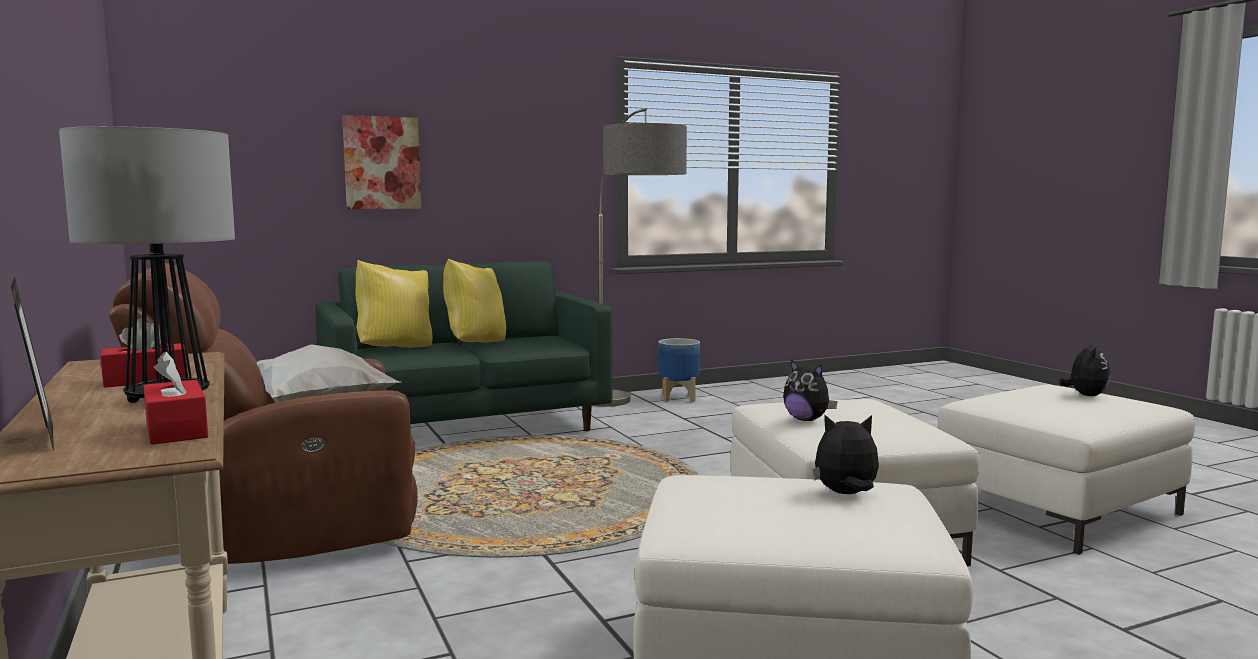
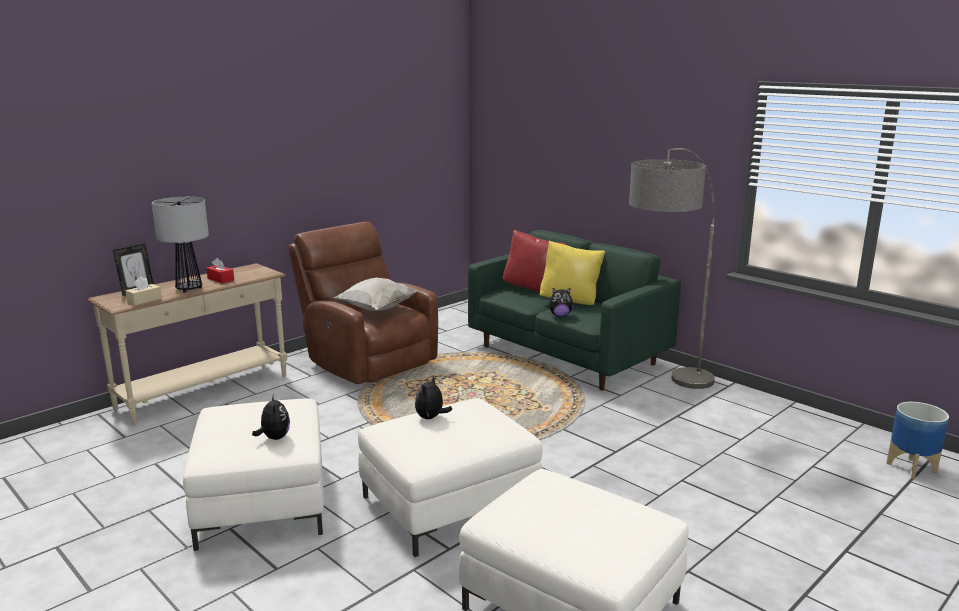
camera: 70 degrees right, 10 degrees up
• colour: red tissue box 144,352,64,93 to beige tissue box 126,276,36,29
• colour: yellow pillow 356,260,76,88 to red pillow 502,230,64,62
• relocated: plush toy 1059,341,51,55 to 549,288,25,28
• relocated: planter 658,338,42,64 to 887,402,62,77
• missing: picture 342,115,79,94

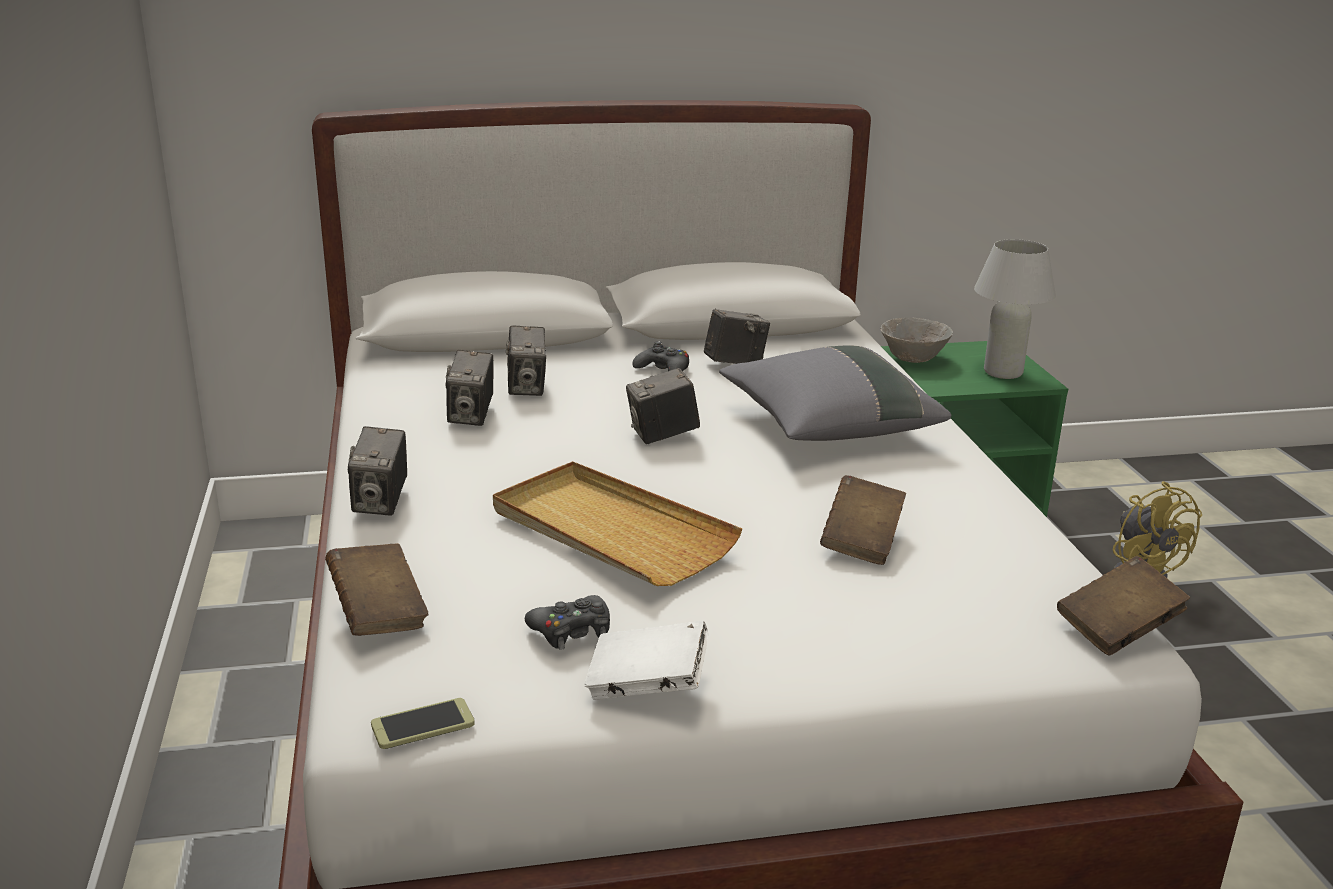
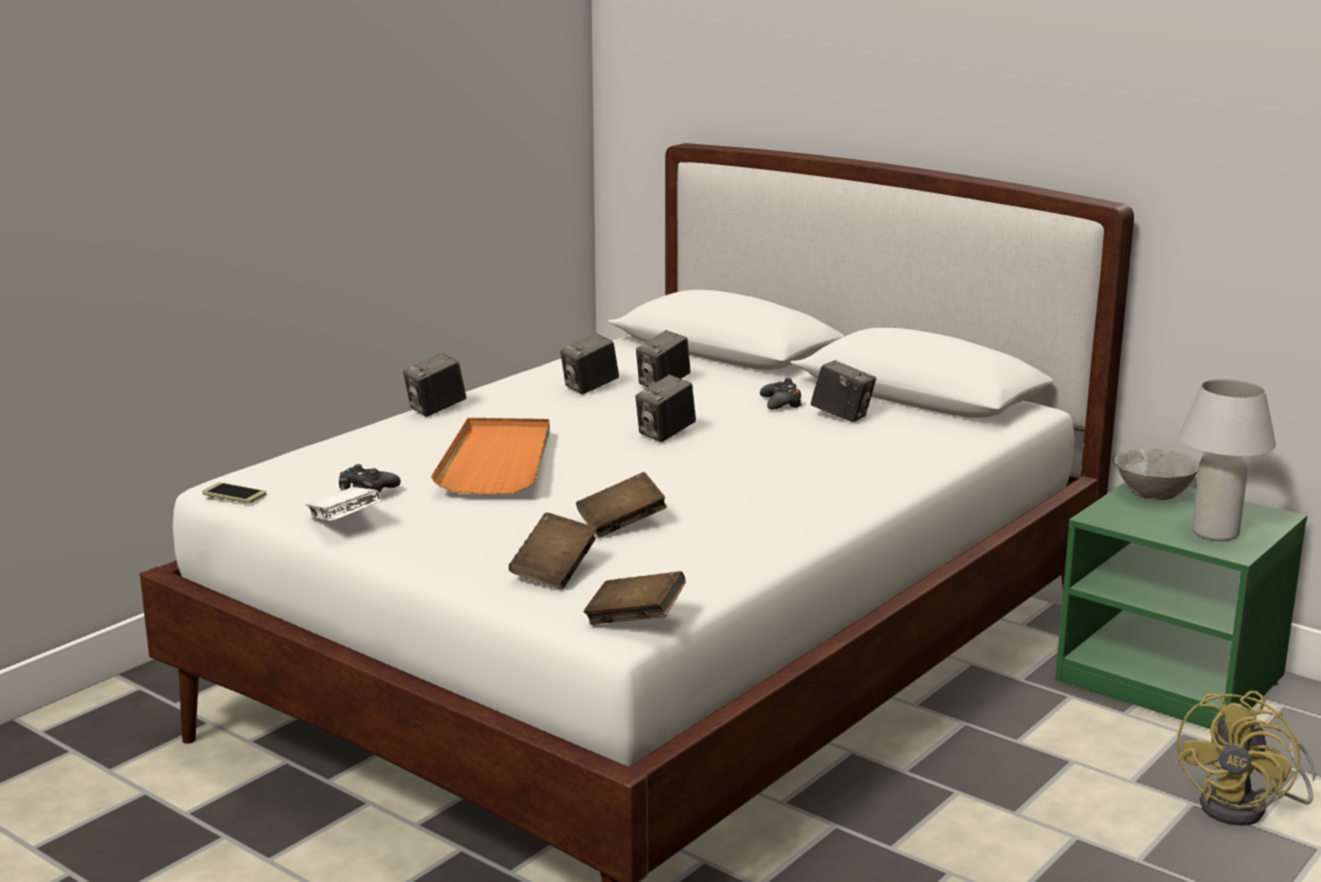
camera: 50 degrees right, 5 degrees down
• colour: beige tray 493,461,249,125 to orange tray 431,418,119,77
• relocated: brown book 325,543,103,93 to 509,513,88,76
• spun: photo camera 626,368,74,76 = 635,374,61,68 75 degrees counterclockwise
• missing: grey pillow 719,346,232,95

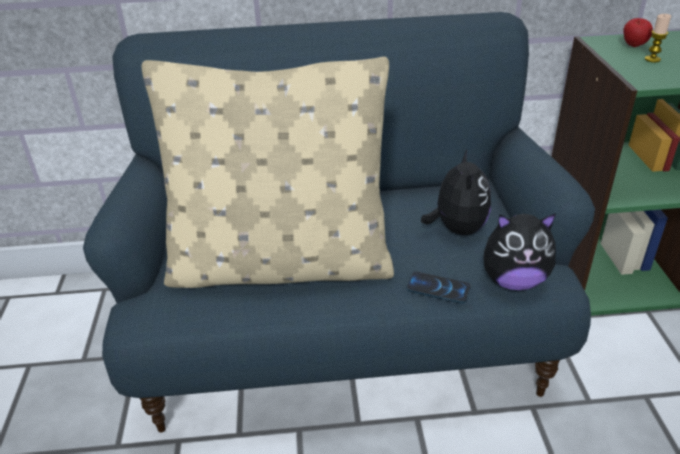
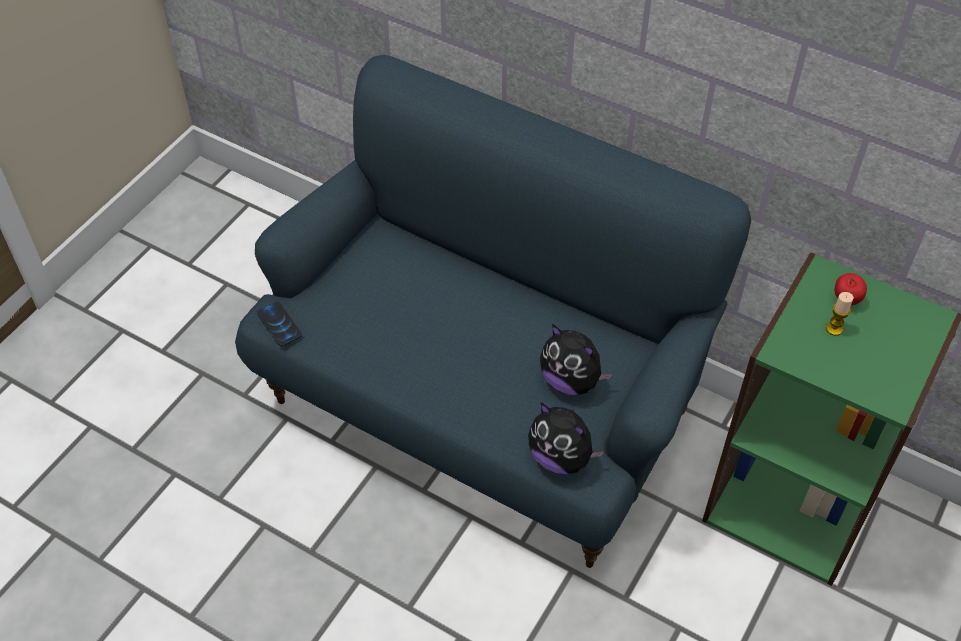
camera: 35 degrees right, 15 degrees up
• relocated: phone 406,271,65,33 to 257,301,45,46
• spun: plush toy 421,148,70,87 = 540,324,73,72 90 degrees clockwise
• missing: beige pillow 141,57,253,231

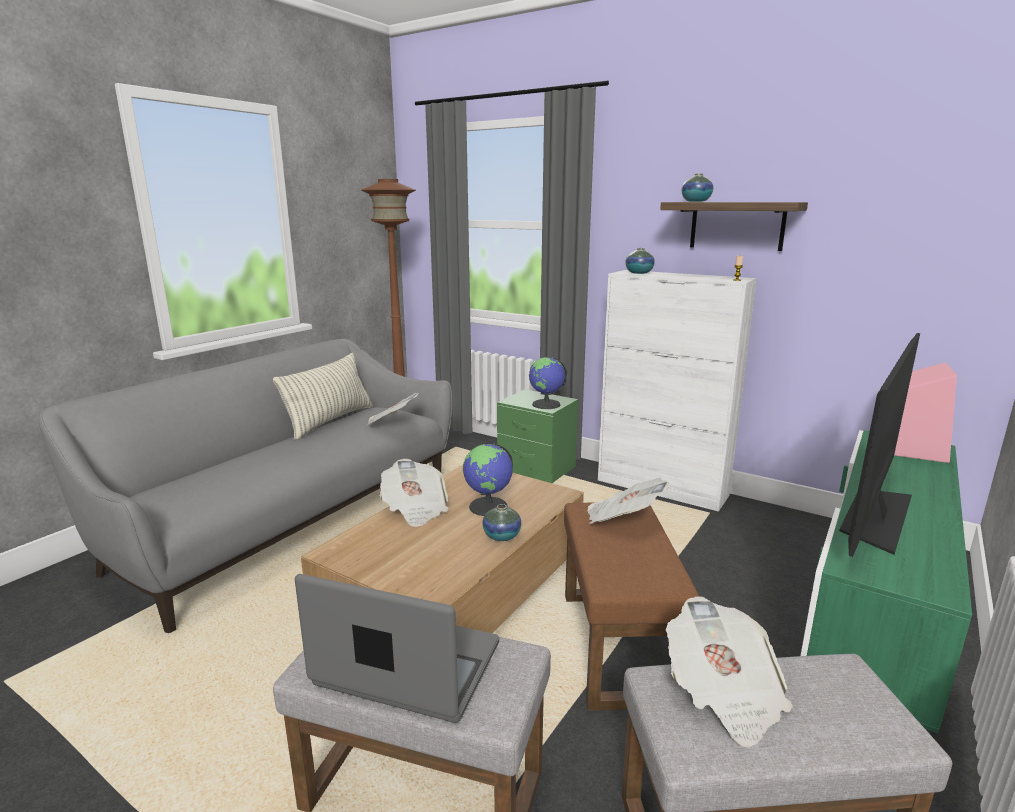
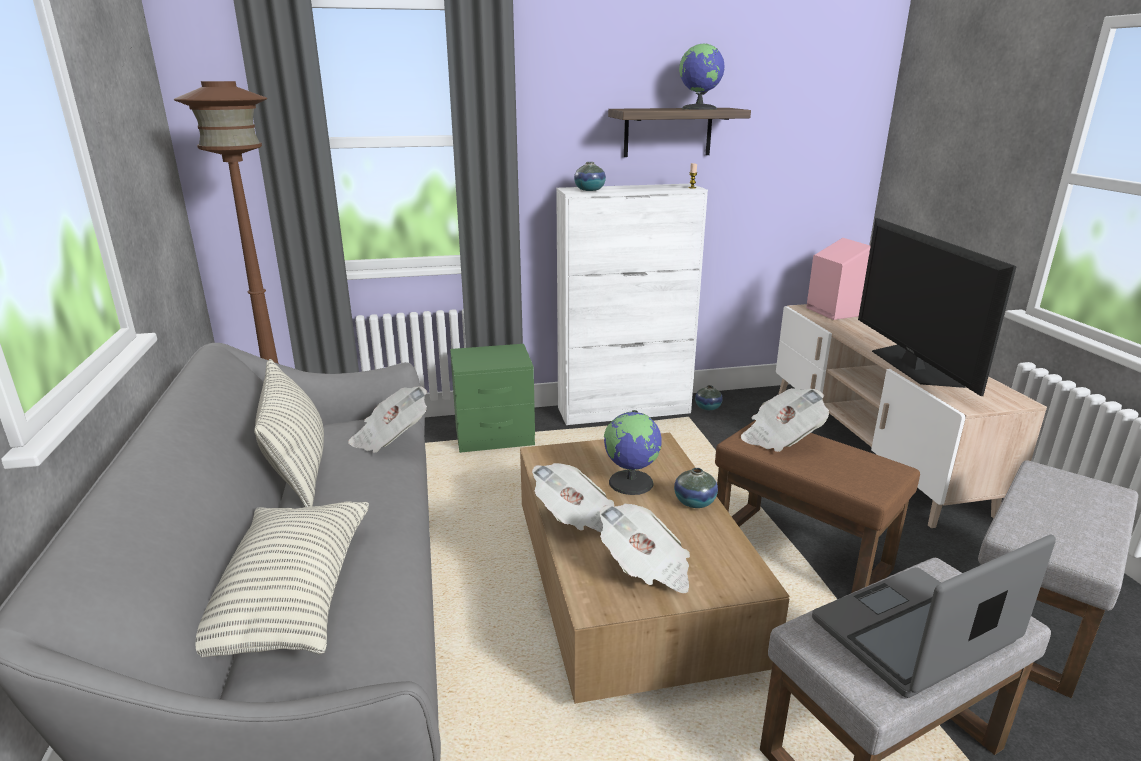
camera: 45 degrees left, 5 degrees up
• appeared: pillow 196,502,173,156
• relocated: newspaper 666,596,127,152 to 600,504,90,89
• relocated: globe 529,357,39,52 to 679,44,45,66
• relocated: vase 681,173,32,29 to 695,385,28,25
• colour: green tv stand 800,430,172,303 to beige tv stand 776,304,271,224

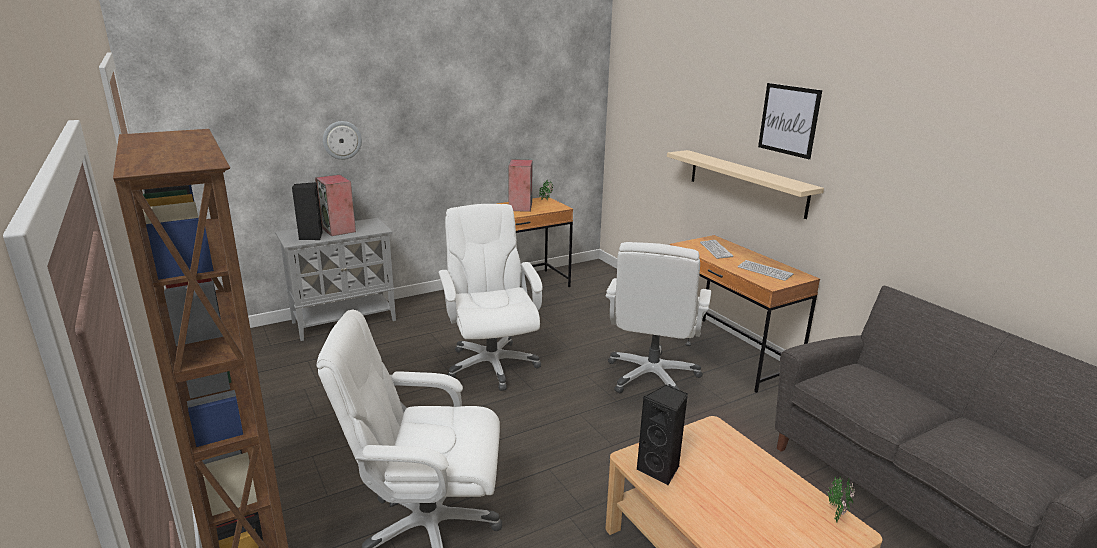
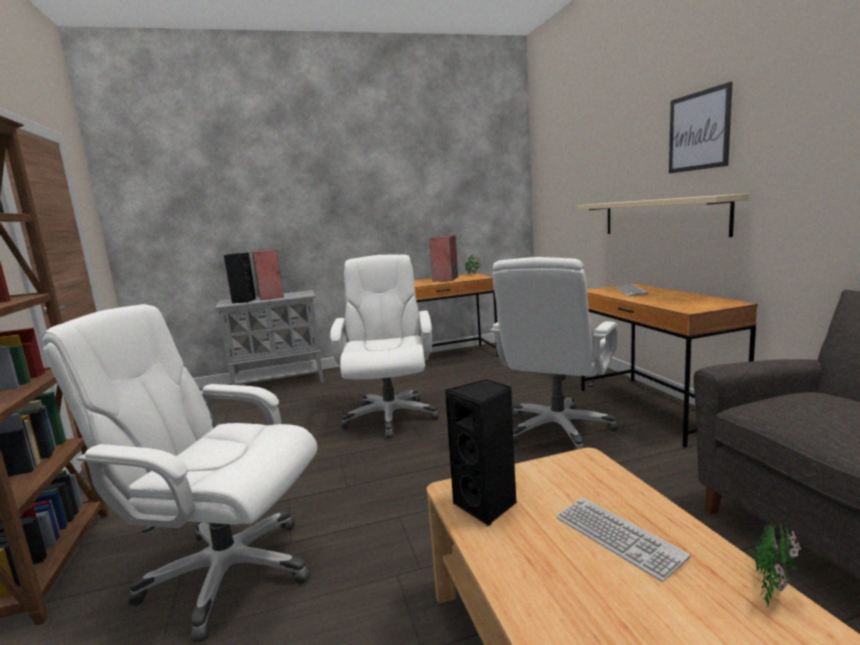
camera: 15 degrees right, 10 degrees down
• relocated: keyboard 738,260,56,21 to 556,498,134,84
• missing: wall clock 323,121,39,39

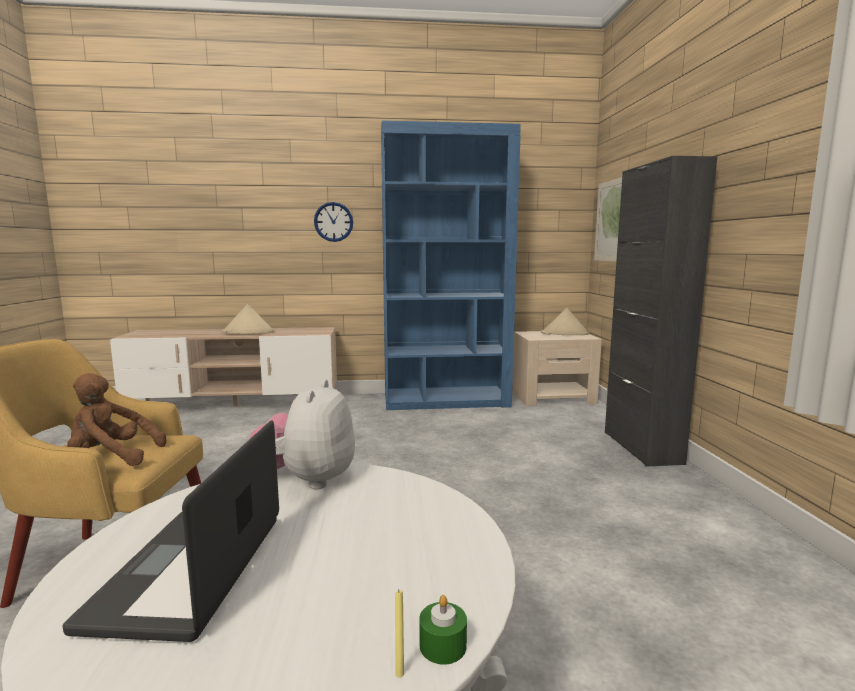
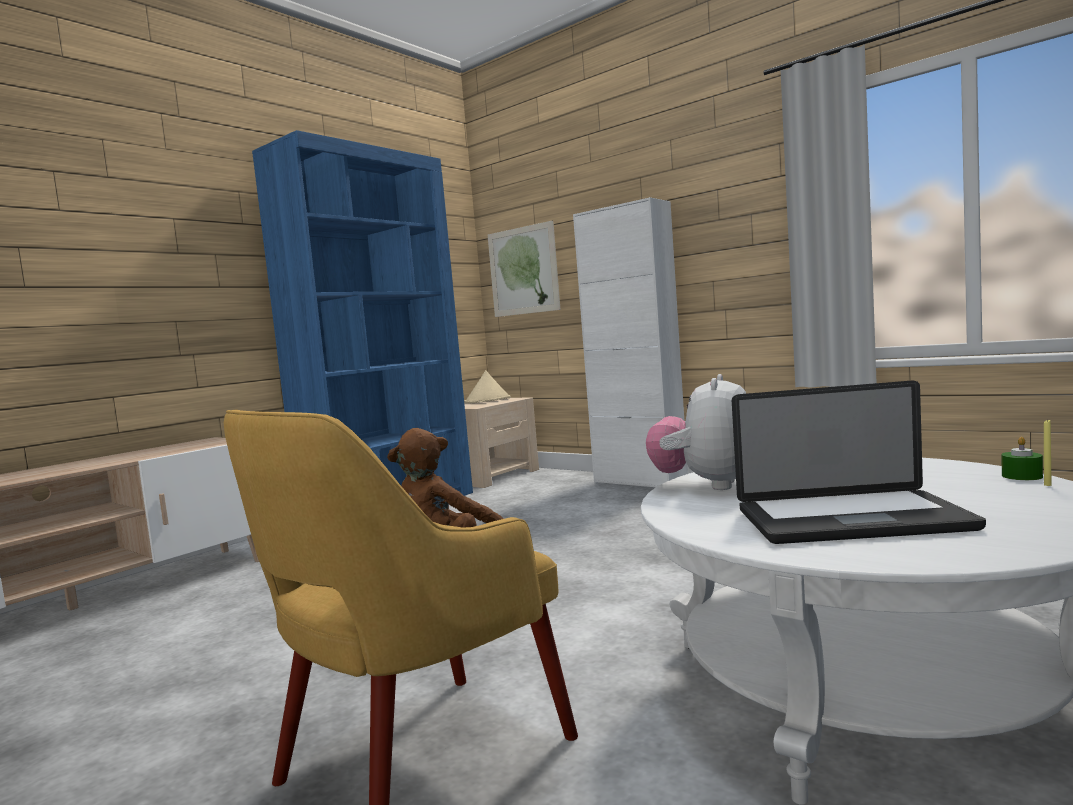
camera: 45 degrees left, 5 degrees down
• colour: black cabinet 605,156,112,311 to white cabinet 573,197,115,290
• spun: plush toy 249,379,106,111 = 646,374,100,116 60 degrees clockwise
• spun: laptop 63,420,216,222 = 732,381,254,163 45 degrees counterclockwise
• missing: beige hat 221,304,54,30
• missing: wall clock 314,202,39,40

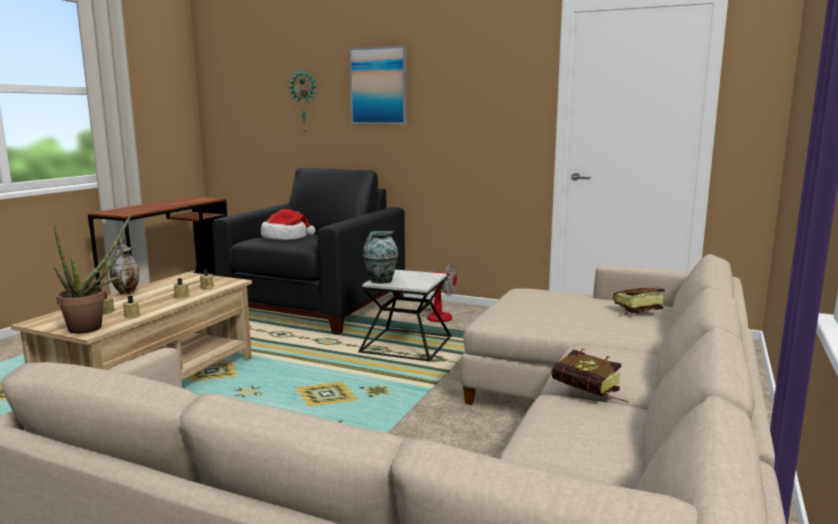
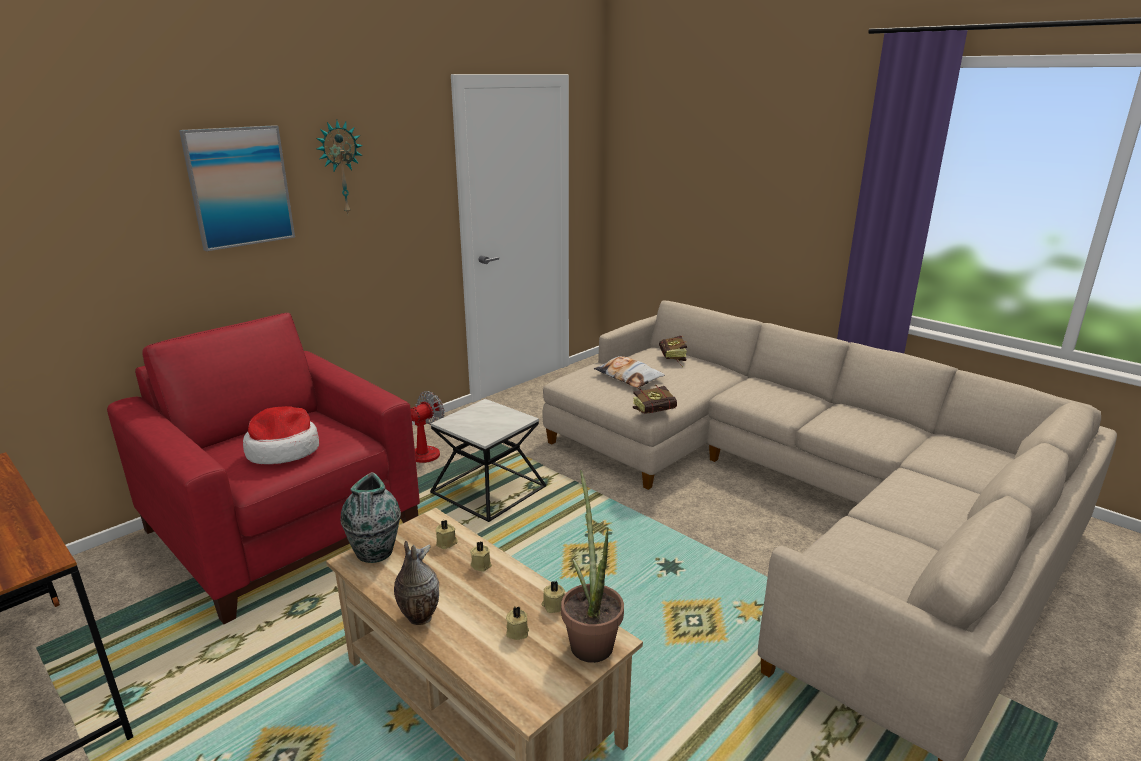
camera: 70 degrees left, 10 degrees up
• colour: black armchair 212,168,193,167 to red armchair 107,313,313,311
• relocated: wall clock 289,69,28,65 to 316,121,47,93
• relocated: vase 363,231,35,53 to 340,472,61,91
• appeared: pillow 594,356,71,32
• relocated: book 552,349,77,54 to 633,385,44,29

